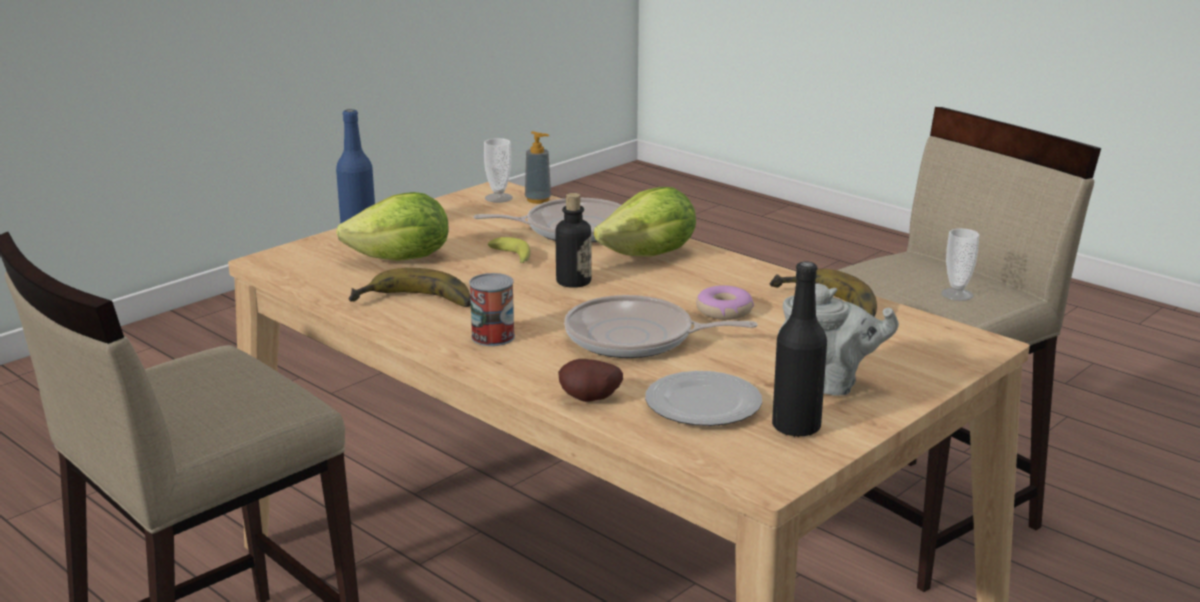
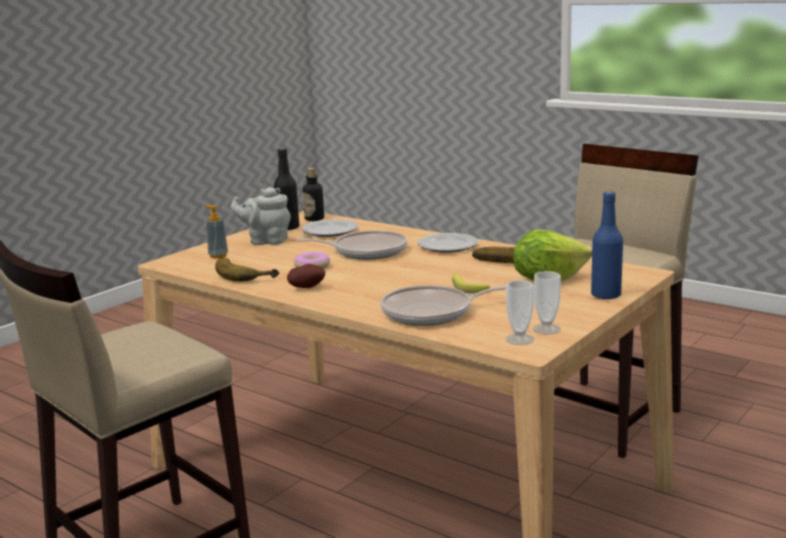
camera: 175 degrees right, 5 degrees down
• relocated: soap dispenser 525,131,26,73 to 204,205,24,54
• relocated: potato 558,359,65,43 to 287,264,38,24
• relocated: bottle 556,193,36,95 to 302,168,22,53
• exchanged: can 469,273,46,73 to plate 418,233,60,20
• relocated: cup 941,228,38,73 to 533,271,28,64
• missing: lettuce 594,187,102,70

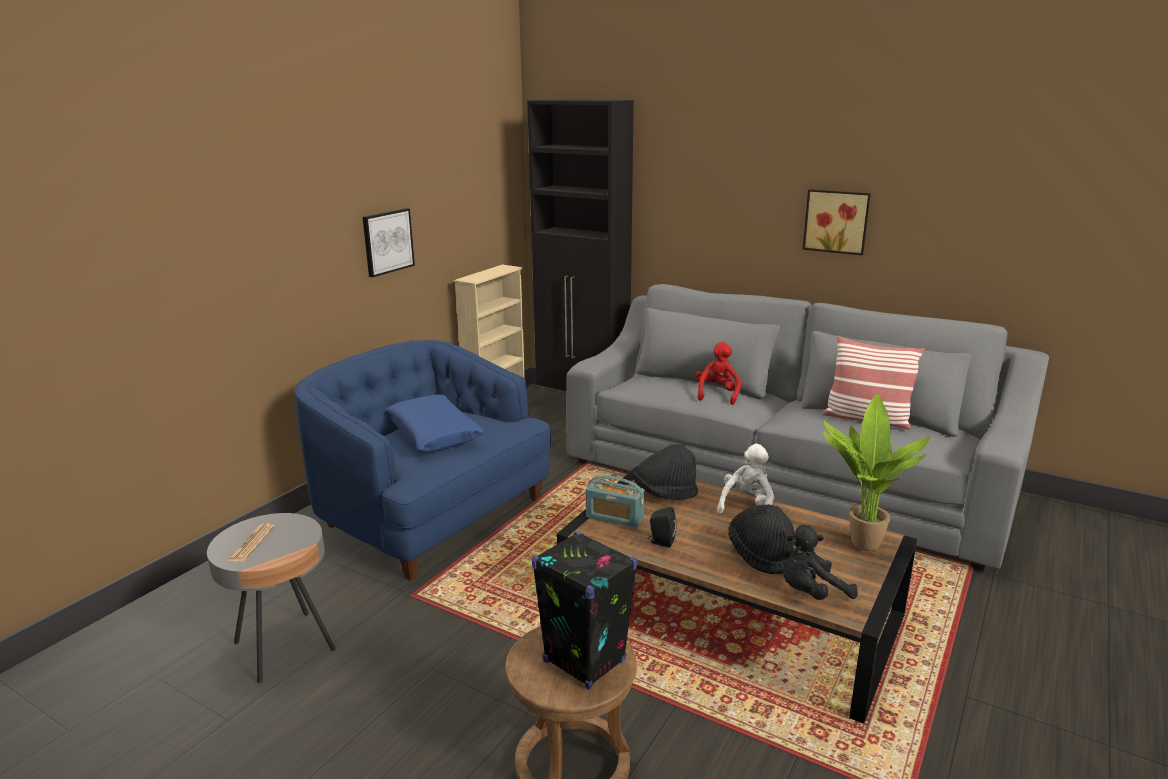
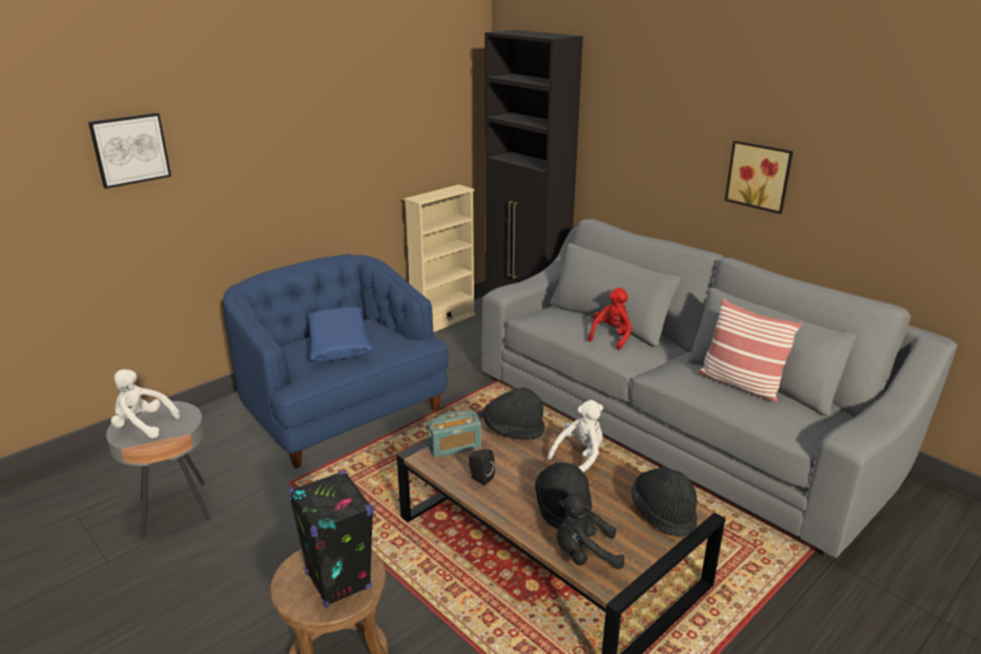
camera: 15 degrees right, 5 degrees up
• relocated: picture 362,208,53,69 to 88,113,83,76
• exchanged: newspaper 227,523,48,39 to white plush toy 111,369,69,69
• spun: radio 586,476,59,52 = 427,410,54,48 60 degrees counterclockwise
• exchanged: potted plant 823,394,107,157 to black hat 631,468,66,69

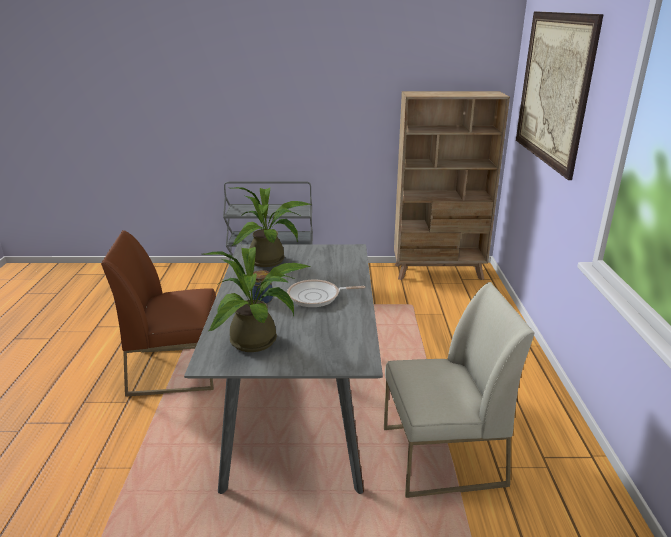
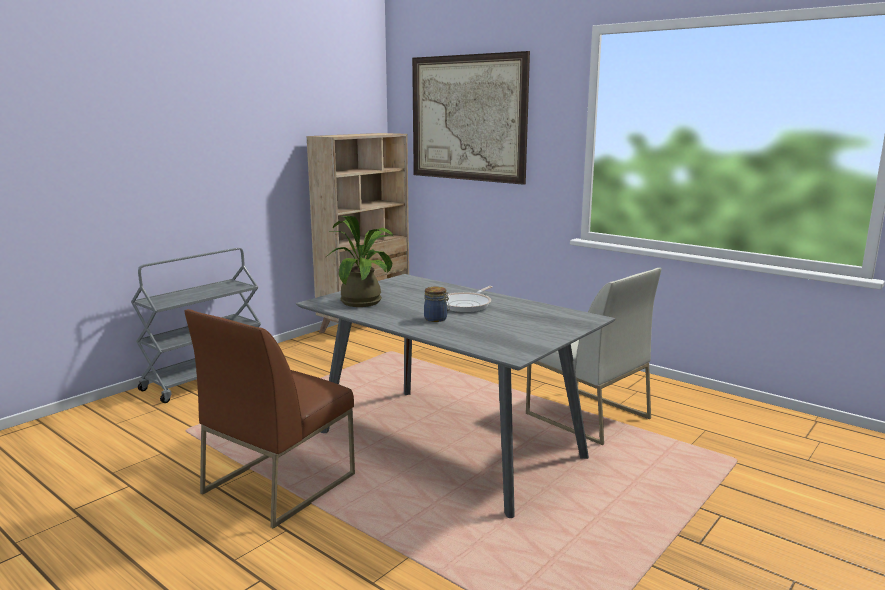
camera: 50 degrees left, 10 degrees down
• spun: white chair 384,282,151,216 = 526,268,136,177 105 degrees clockwise
• missing: potted plant 203,247,107,105

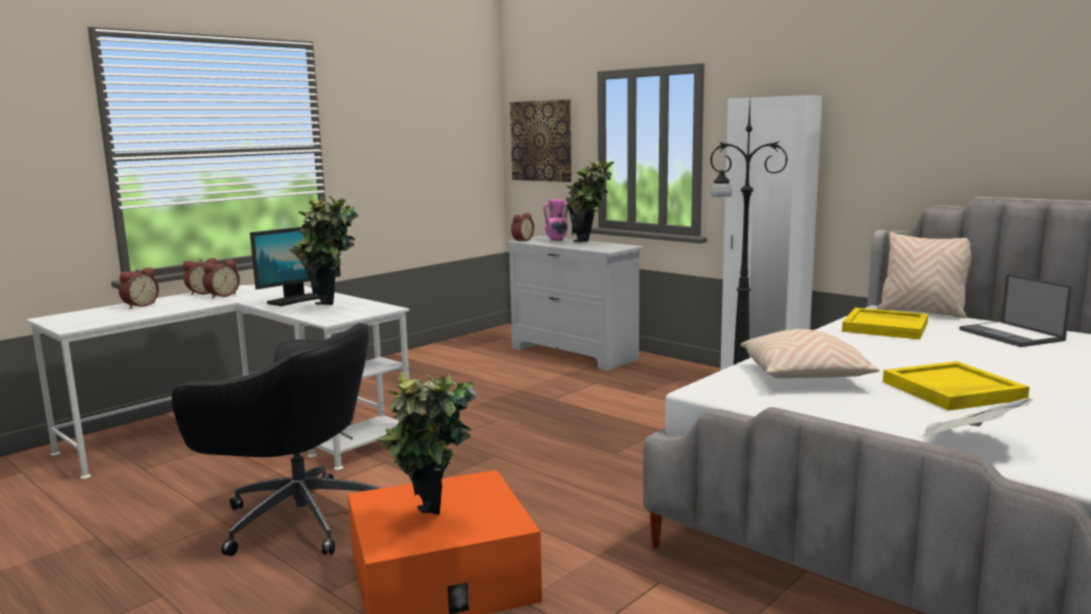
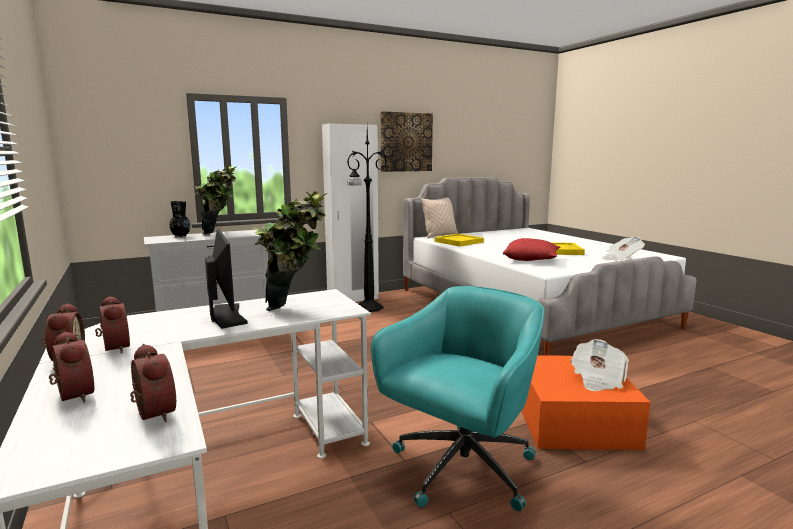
camera: 70 degrees left, 0 degrees up
• relocated: alarm clock 511,213,23,29 to 130,344,46,78
• colour: pink vase 543,199,25,42 to black vase 169,201,21,36
• colour: black office chair 172,323,209,233 to turquoise office chair 371,286,173,225
• relocated: picture 510,99,62,83 to 380,112,53,60
• colour: beige pillow 740,329,140,49 to red pillow 503,238,57,23
• exchanged: potted plant 377,372,100,143 to newspaper 570,339,59,52
• missing: laptop 959,274,113,73

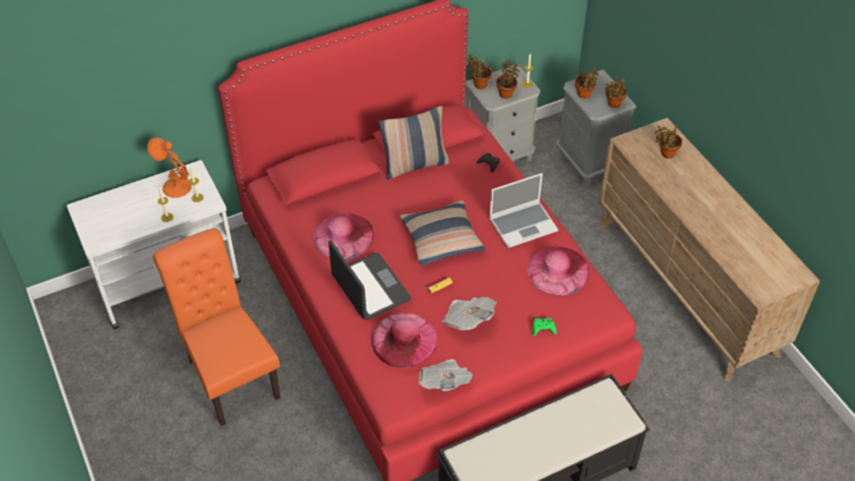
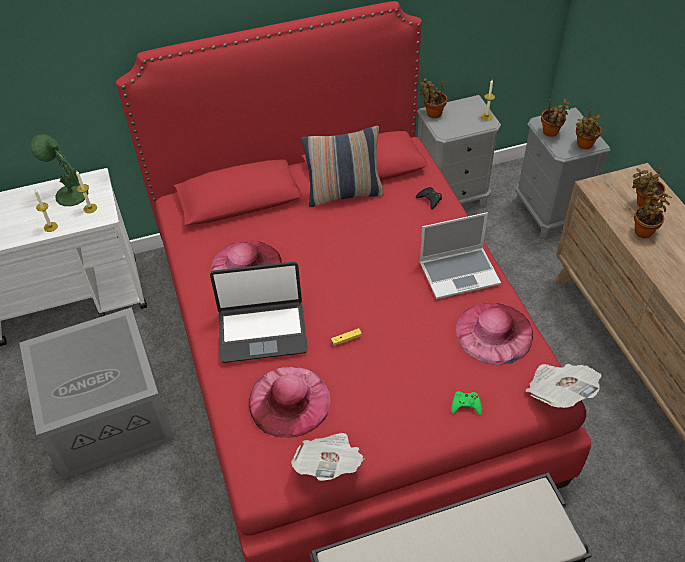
camera: 10 degrees right, 0 degrees up
• exchanged: orange chair 153,228,128,198 to grey storage box 19,307,156,172
• colour: orange table lamp 147,137,45,61 to green table lamp 31,134,57,72
• spun: laptop 328,239,83,81 = 210,262,98,101 105 degrees clockwise
• relocated: newspaper 442,297,55,33 to 525,364,77,44
• relocated: potted plant 496,60,24,39 to 634,187,38,51
• missing: pillow 400,200,85,66

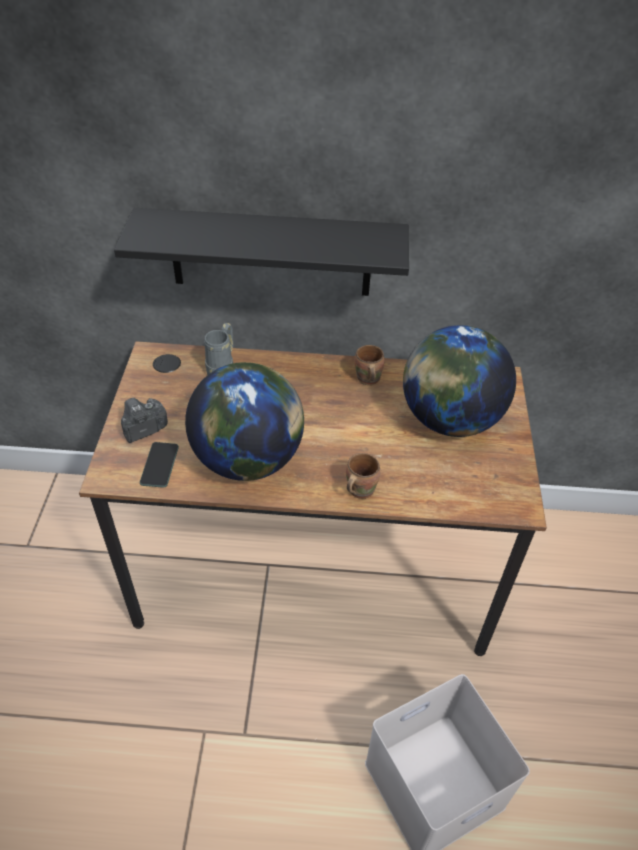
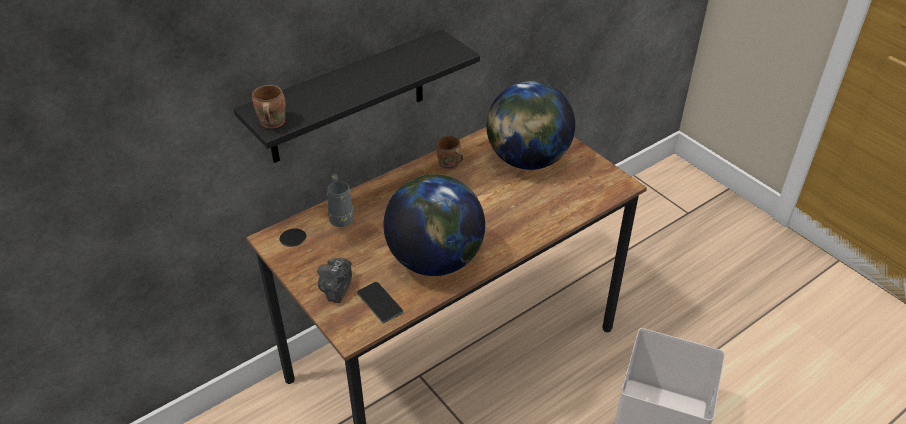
camera: 40 degrees left, 5 degrees down
• relocated: brown mug 346,453,34,46 to 252,85,33,44

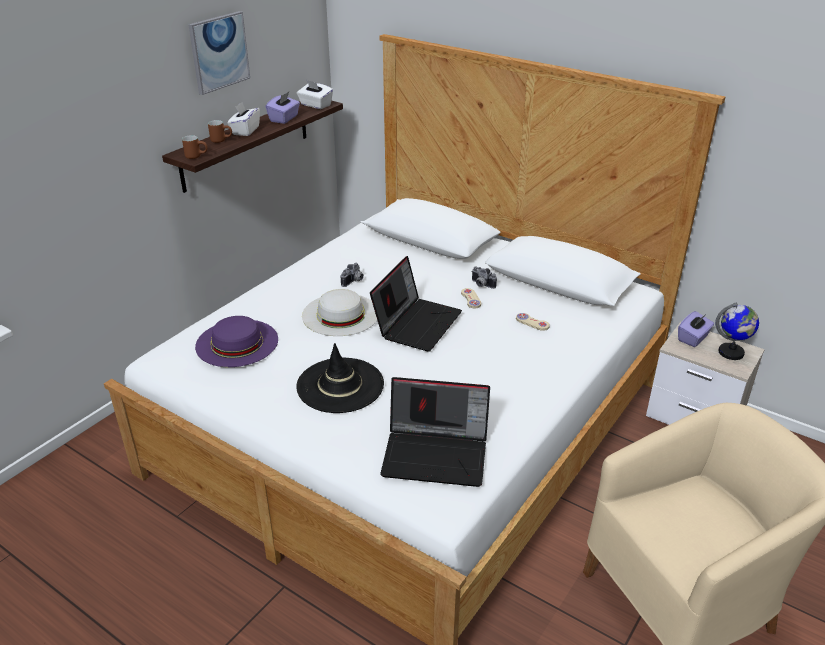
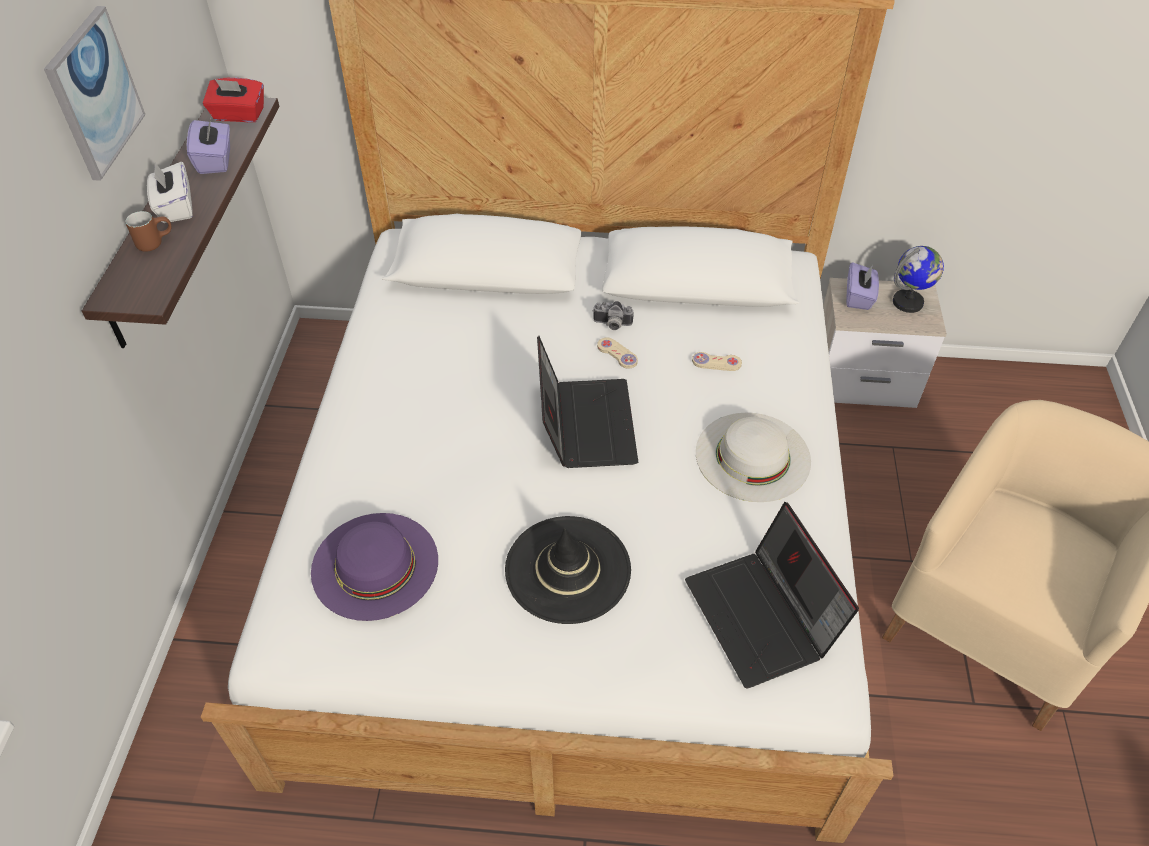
camera: 30 degrees left, 15 degrees up
• colour: white tissue box 297,80,36,29 to red tissue box 203,78,61,44
• spun: laptop 380,377,110,110 = 685,502,174,186 90 degrees clockwise
• relocated: white hat 302,289,75,47 to 696,413,115,89
• missing: brown mug 182,135,25,24
• missing: photo camera 341,263,23,24

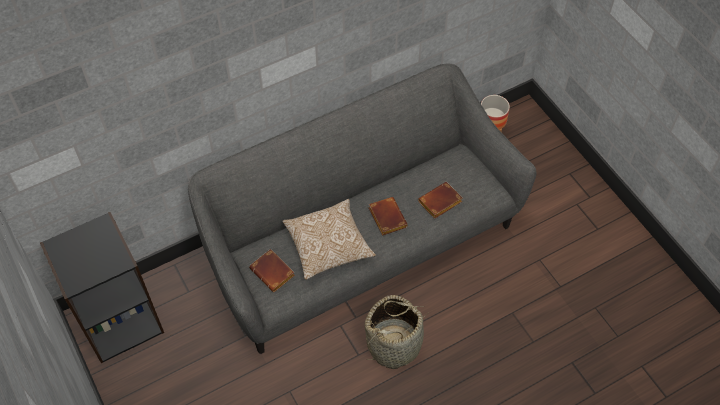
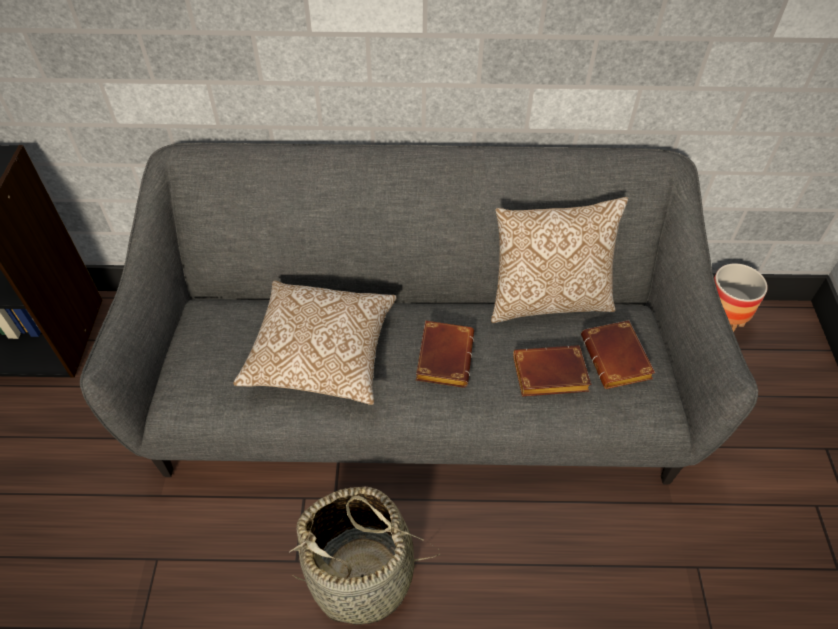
camera: 30 degrees right, 5 degrees down
• appeared: pillow 491,197,137,126
• relocated: brown book 249,249,46,43 to 581,320,74,69

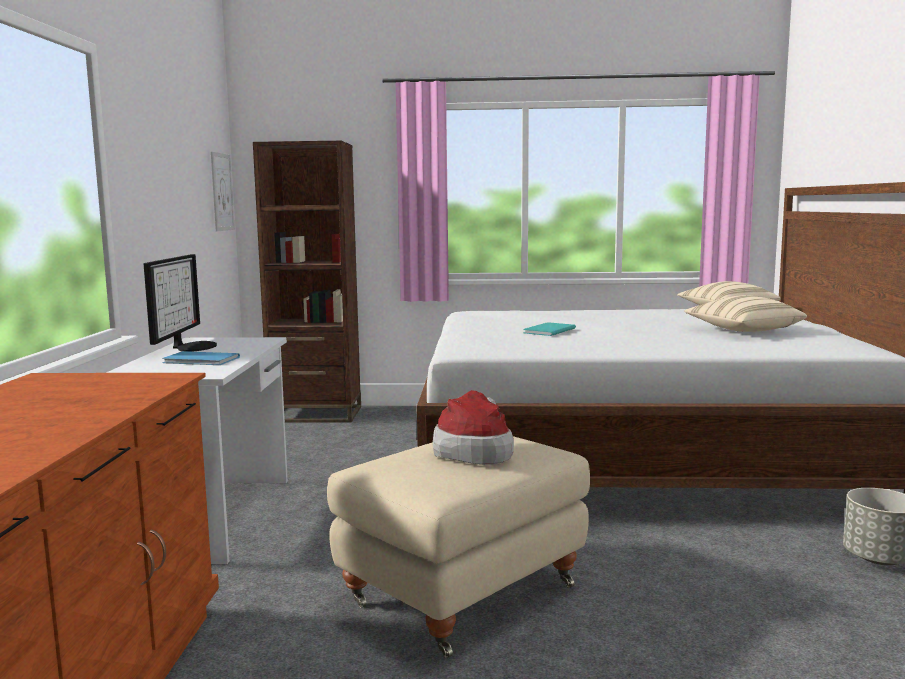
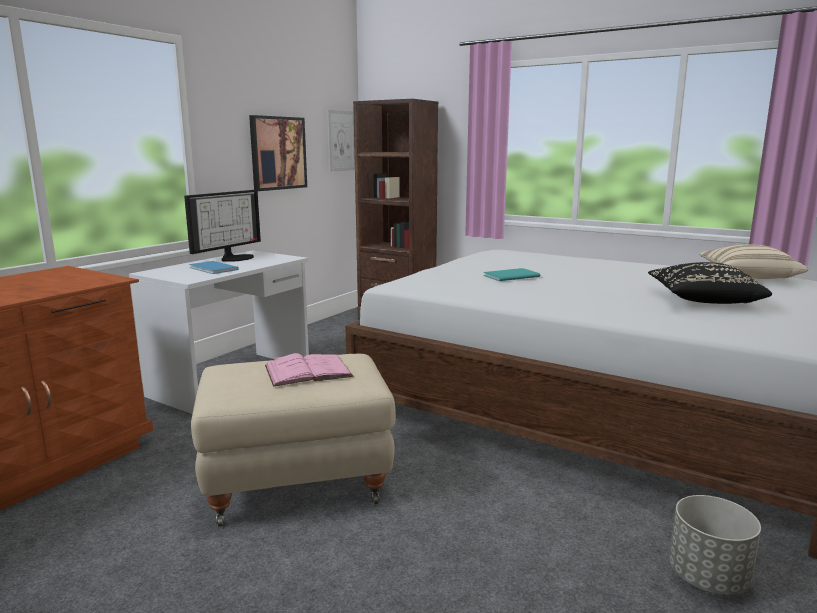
camera: 30 degrees right, 5 degrees up
• appeared: picture 249,115,58,76
• exchanged: hat 433,390,81,75 to pink book 265,353,88,34
• colour: beige pillow 684,295,123,37 to black pillow 648,262,124,42

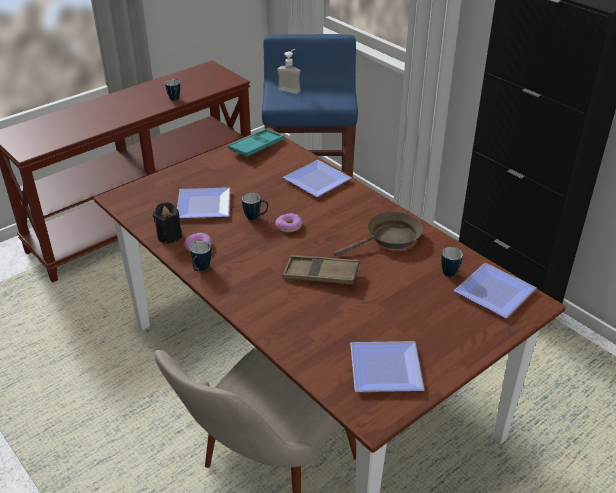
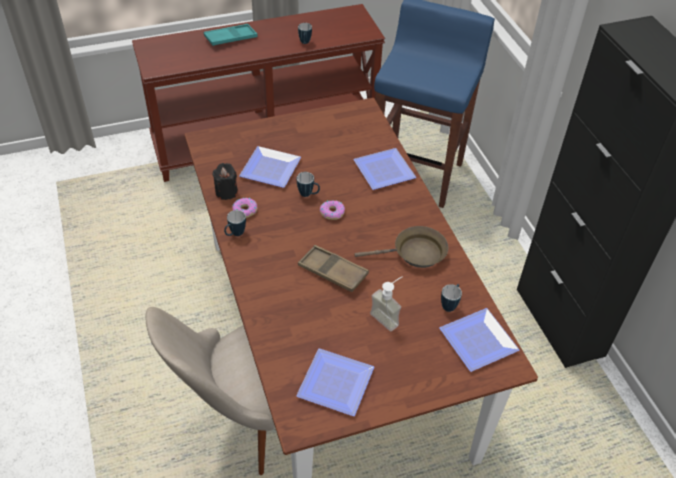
camera: 20 degrees right, 10 degrees up
• relocated: turquoise tray 228,128,57,29 to 204,24,54,22
• relocated: soap dispenser 277,49,24,45 to 370,276,33,55

